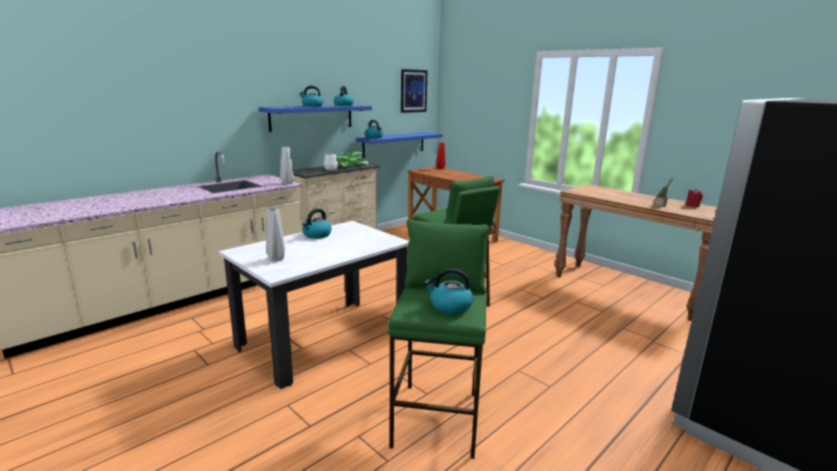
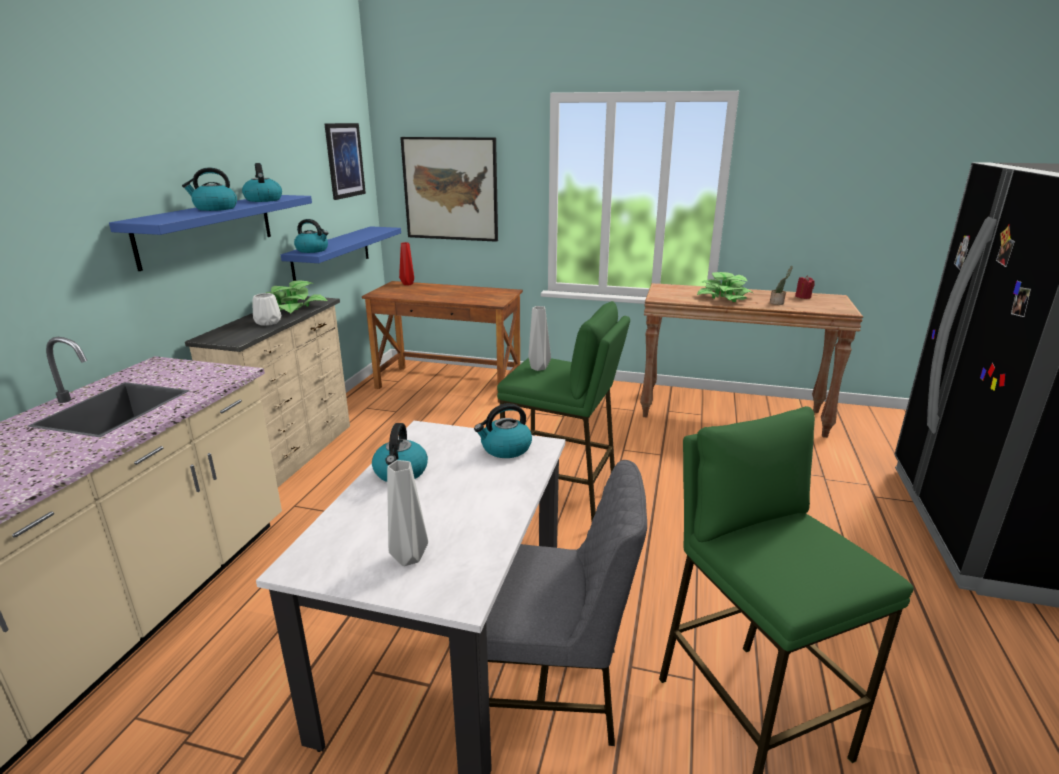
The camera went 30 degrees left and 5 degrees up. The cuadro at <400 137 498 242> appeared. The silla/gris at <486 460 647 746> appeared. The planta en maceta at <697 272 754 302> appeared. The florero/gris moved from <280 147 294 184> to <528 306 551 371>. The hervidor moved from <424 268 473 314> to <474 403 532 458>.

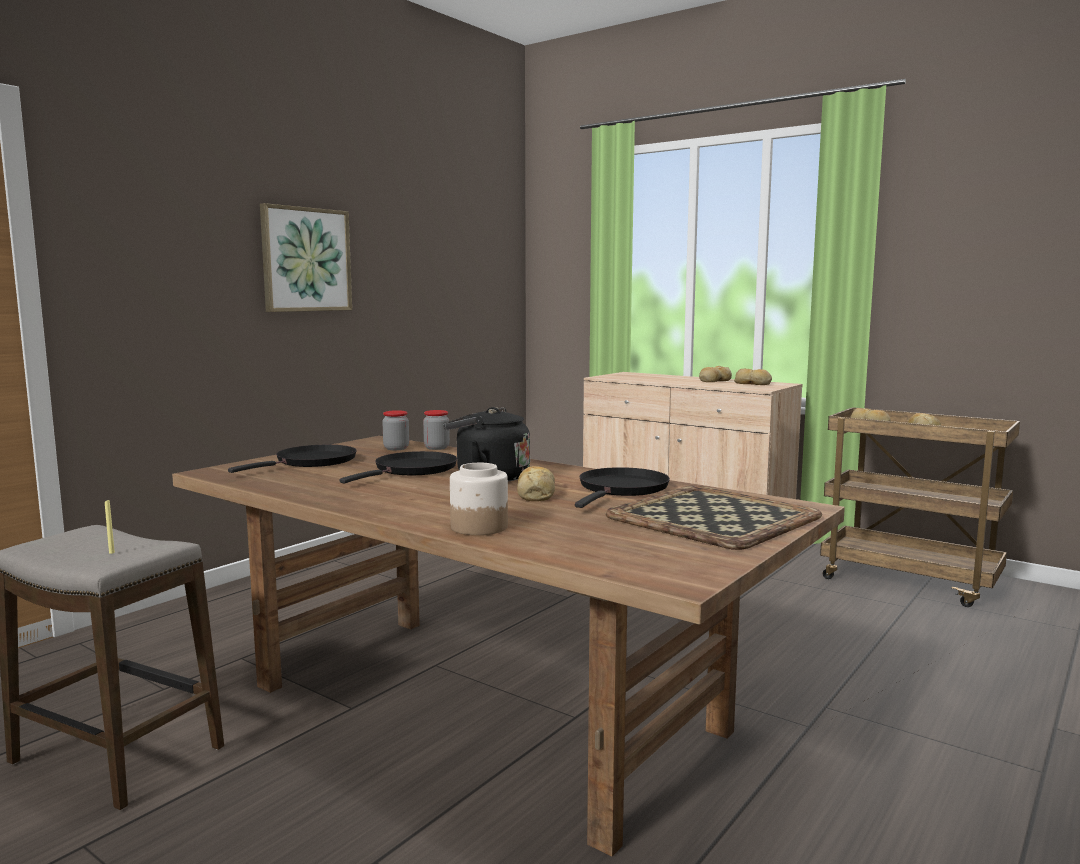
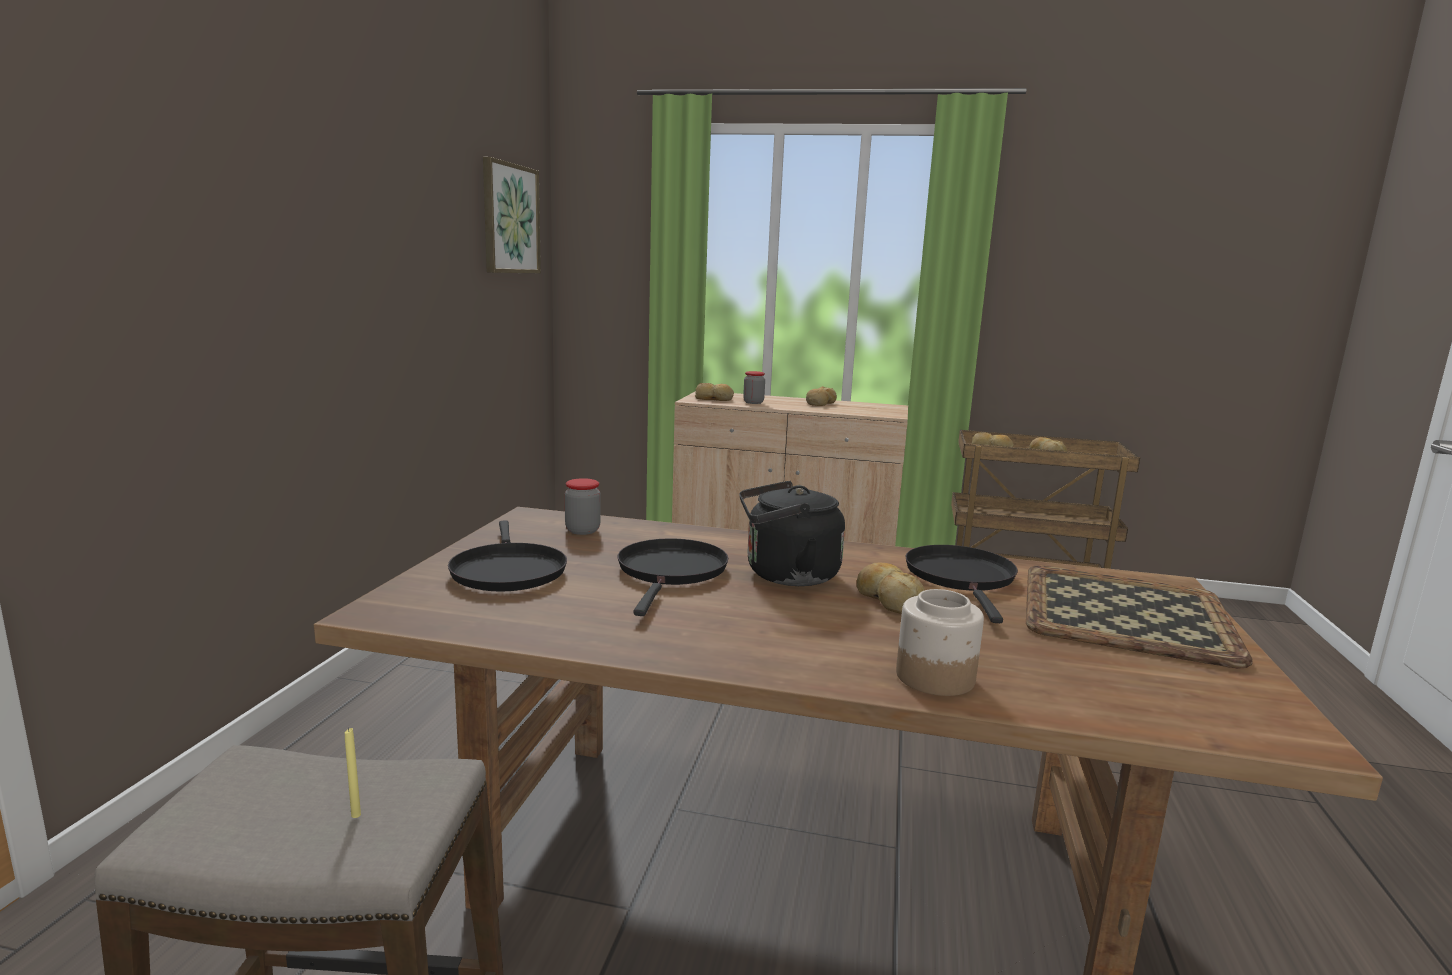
The camera went 25 degrees left and 5 degrees up. The cuadro moved from <260 203 352 312> to <483 157 541 273>. The tarro moved from <423 410 450 450> to <743 371 765 404>. The pan moved from <734 369 772 385> to <695 383 734 401>. The sartén/negro at <228 445 357 473> turned 150 degrees clockwise.

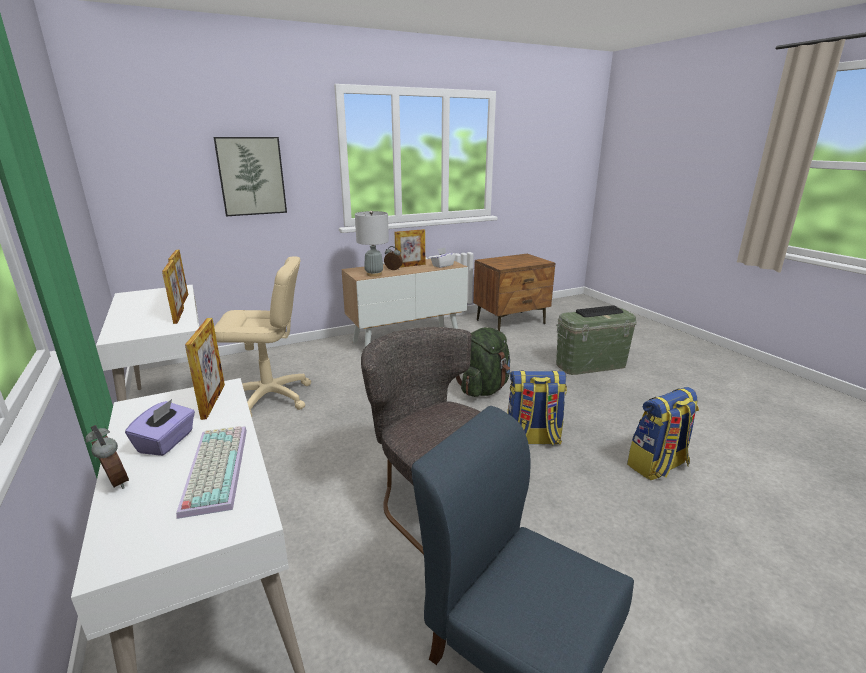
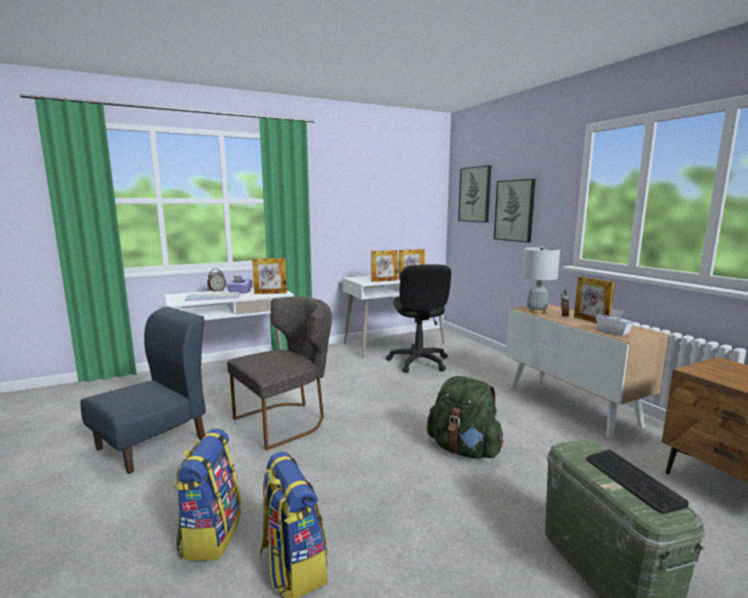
The camera went 90 degrees right and 10 degrees down. The cuadro at <458 165 491 223> appeared. The mochila moved from <507 371 567 445> to <174 429 241 561>. The silla de oficina/beis at <214 256 311 417> became the silla de oficina/negro at <386 264 452 373>.

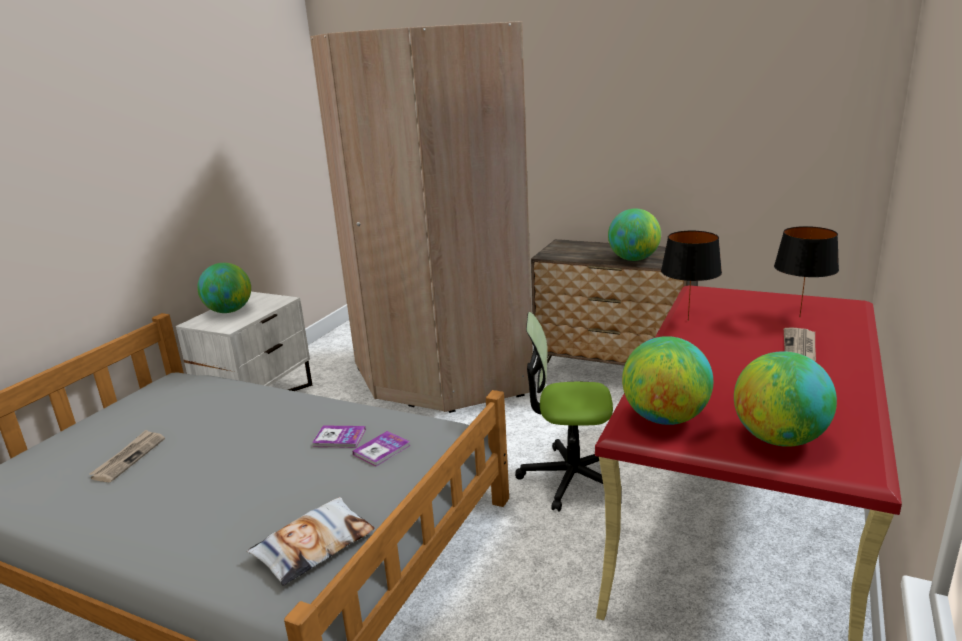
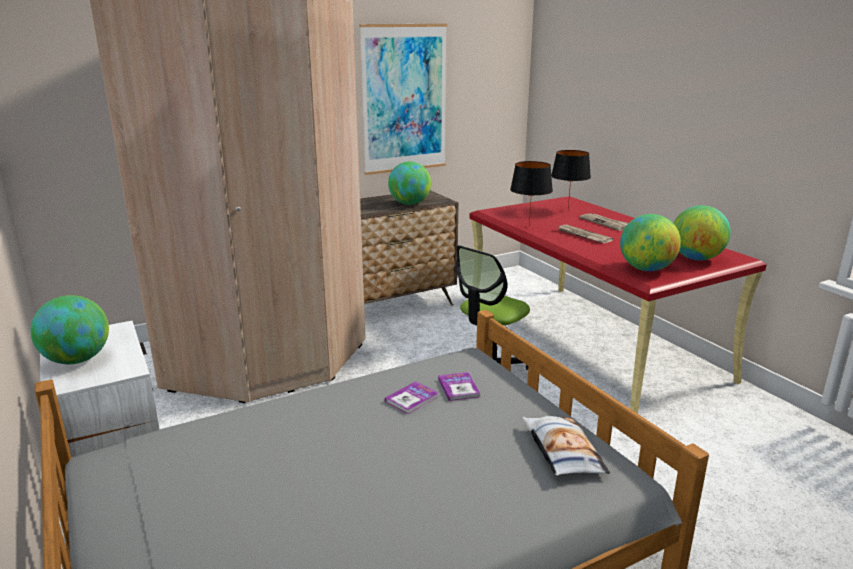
The camera went 55 degrees left and 0 degrees up. The cuadro at <359 24 447 175> appeared. The periódico moved from <89 430 165 482> to <558 225 613 243>.

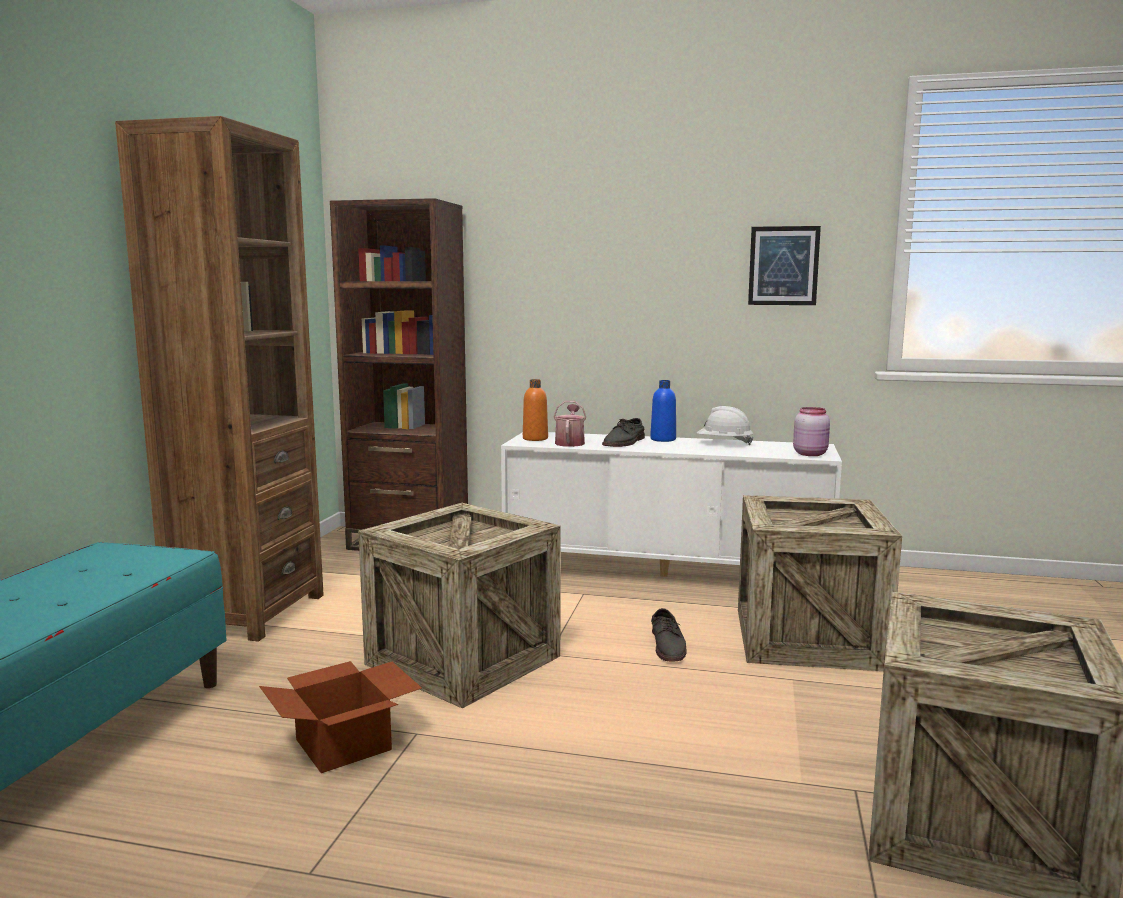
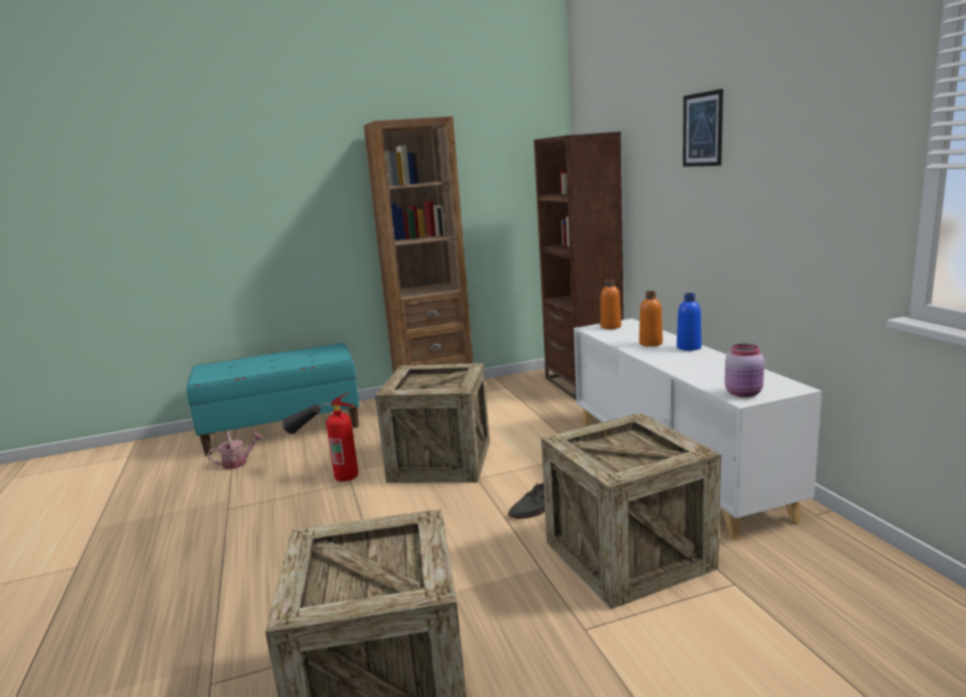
The camera went 60 degrees right and 5 degrees up. The casco/blanco at <697 406 754 445> disappeared. The regadera moved from <553 401 586 447> to <207 432 263 469>. The cuadro moved from <748 226 821 305> to <683 89 723 167>. The caja de cartón at <259 661 422 773> was replaced by the extintor at <282 393 358 482>. The zapato/gris at <602 418 645 447> was replaced by the botella/naranja at <639 291 663 347>.

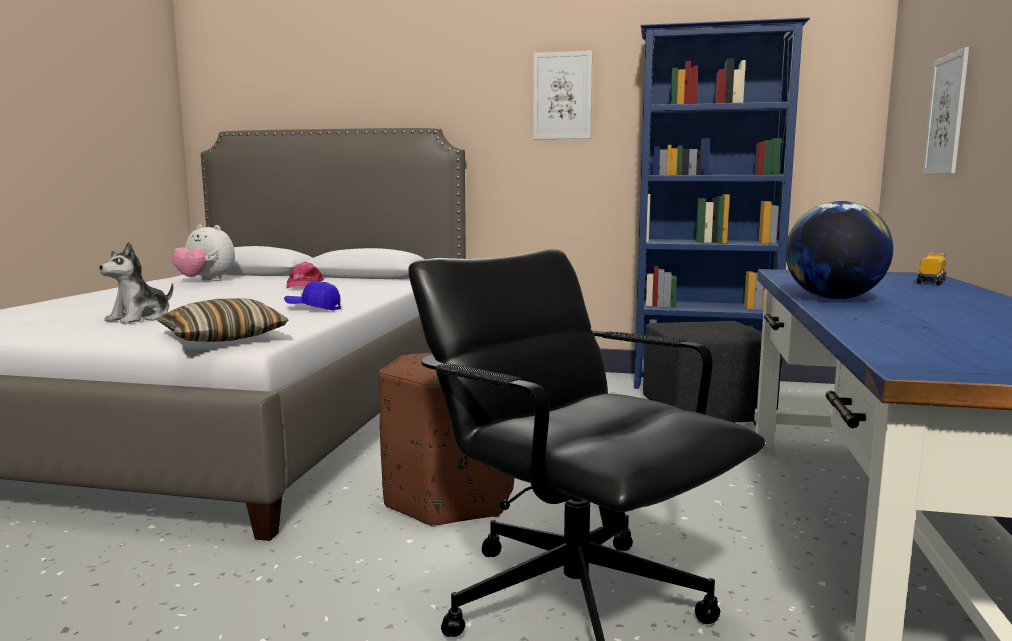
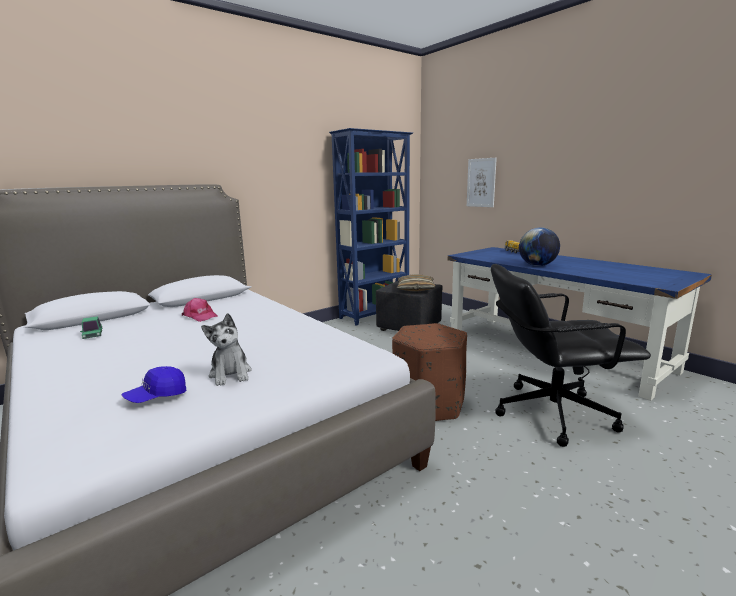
The camera went 50 degrees left and 5 degrees up. The cuadro at <533 51 592 139> disappeared. The cojín moved from <156 298 288 342> to <397 274 436 292>. The gorra/azul moved from <284 280 341 311> to <122 366 186 403>. The peluche at <172 225 235 281> was replaced by the coche de juguete at <80 316 102 339>.

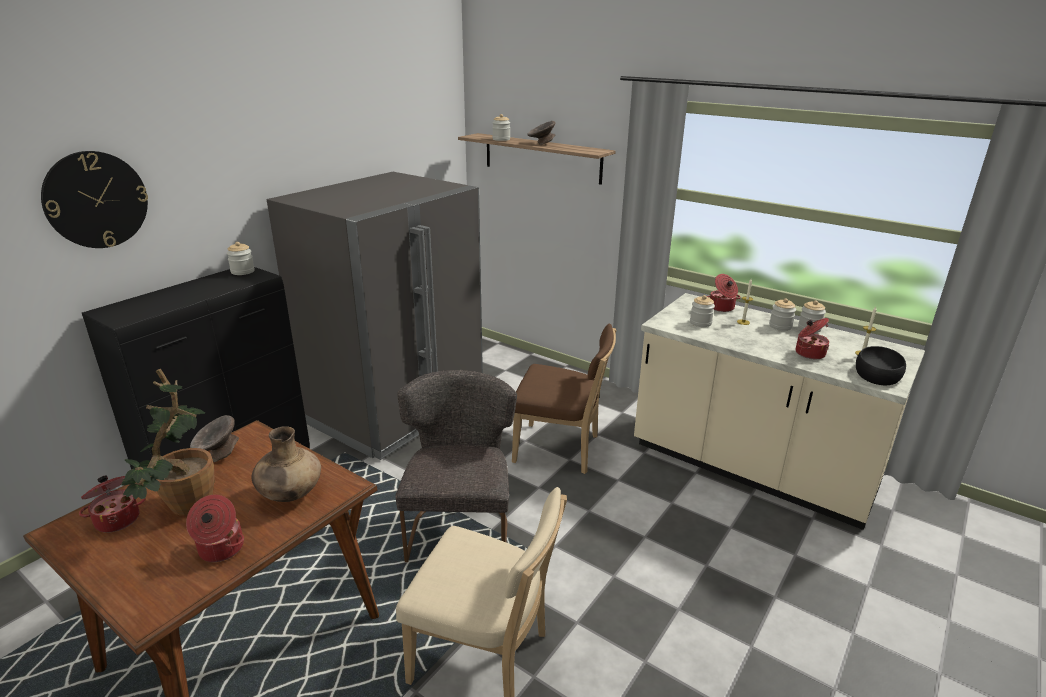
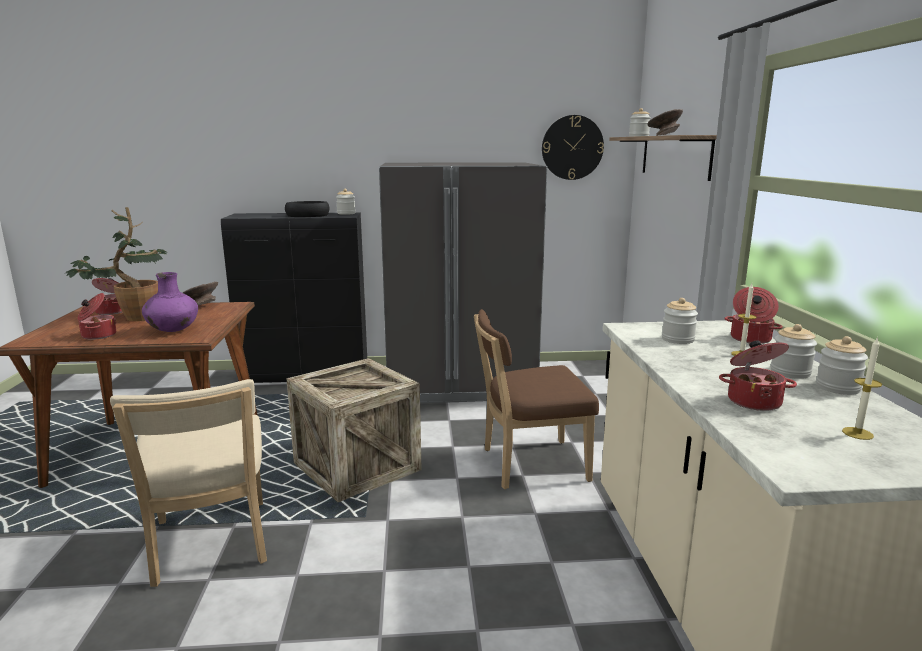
The camera went 50 degrees right and 10 degrees down. The reloj de pared moved from <41 151 148 248> to <542 115 604 180>. The cuenco/negro moved from <856 346 906 385> to <285 201 329 217>. The silla/gris at <395 370 517 562> was replaced by the caja de embalaje at <286 358 422 502>. The florero/marrón at <251 426 321 502> became the florero/morado at <142 272 198 332>. The silla/marrón at <512 323 616 474> turned 105 degrees clockwise.

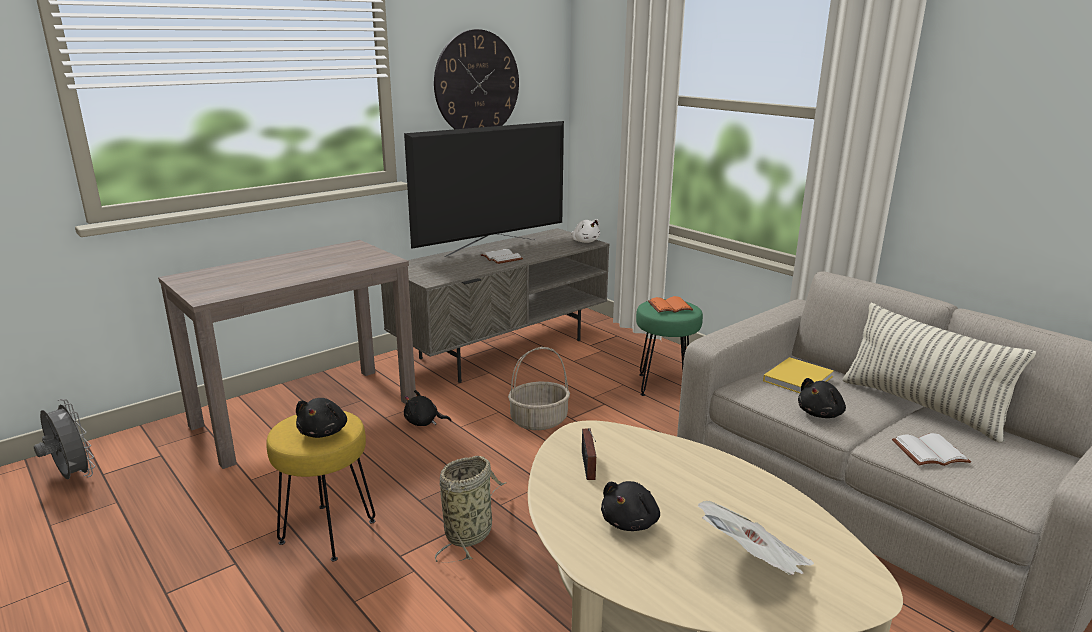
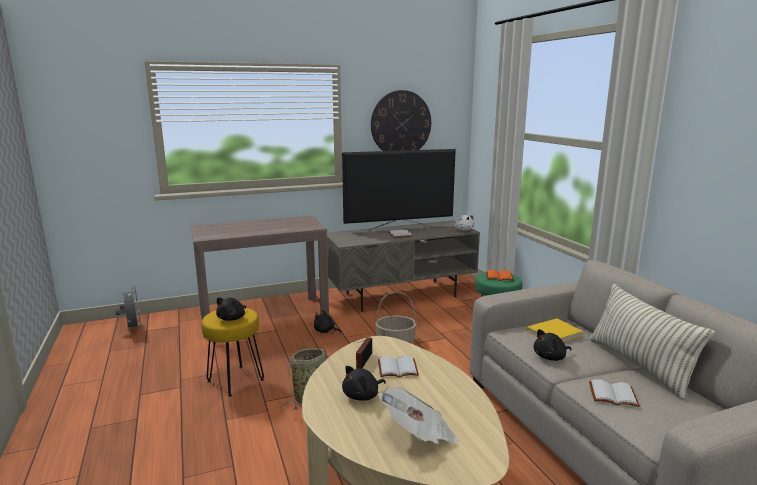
The camera went 20 degrees right and 5 degrees down. The libro/blanco at <378 356 419 378> appeared.

